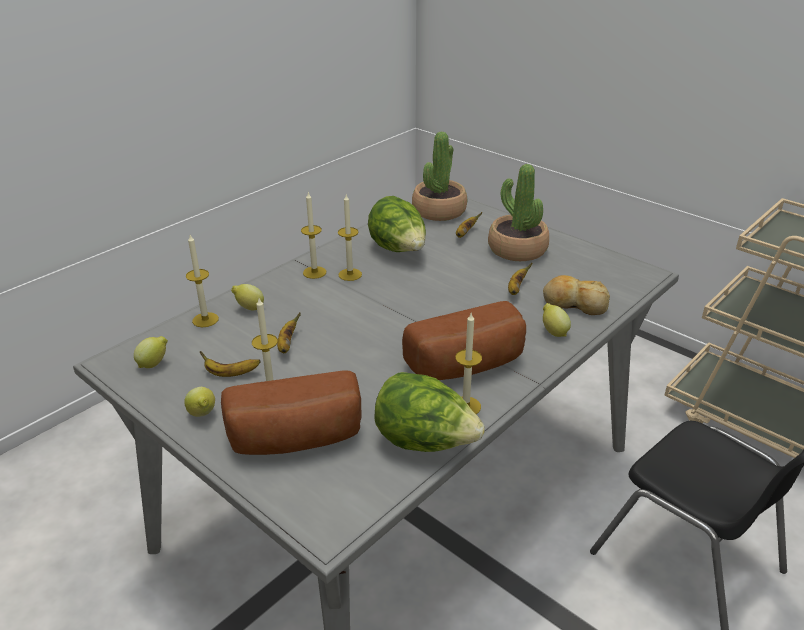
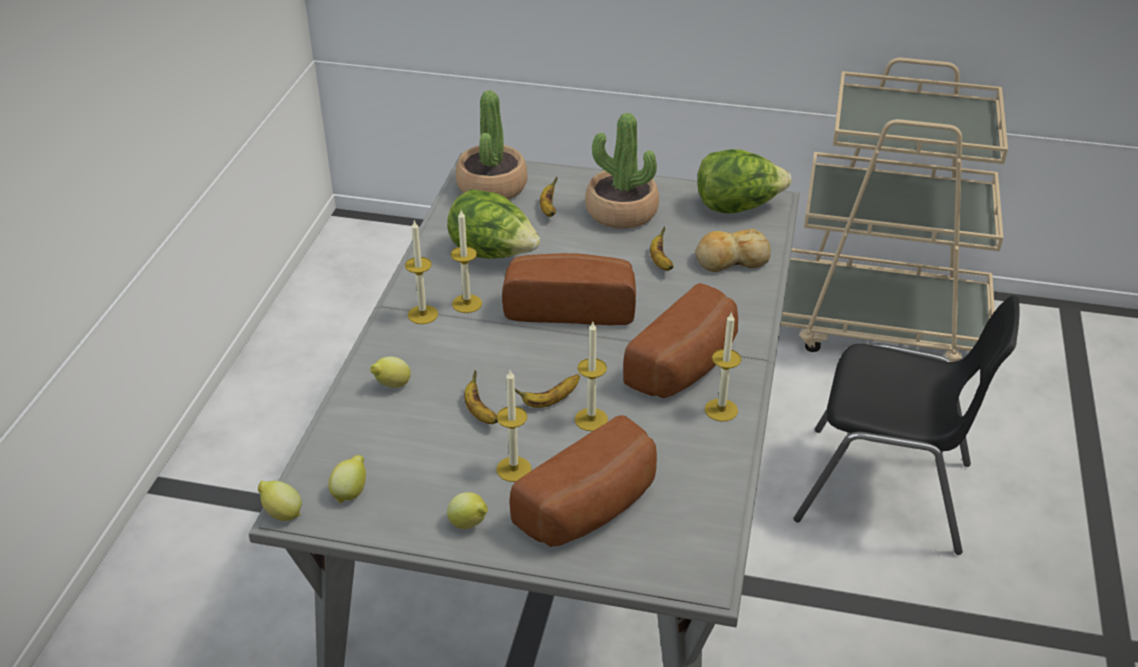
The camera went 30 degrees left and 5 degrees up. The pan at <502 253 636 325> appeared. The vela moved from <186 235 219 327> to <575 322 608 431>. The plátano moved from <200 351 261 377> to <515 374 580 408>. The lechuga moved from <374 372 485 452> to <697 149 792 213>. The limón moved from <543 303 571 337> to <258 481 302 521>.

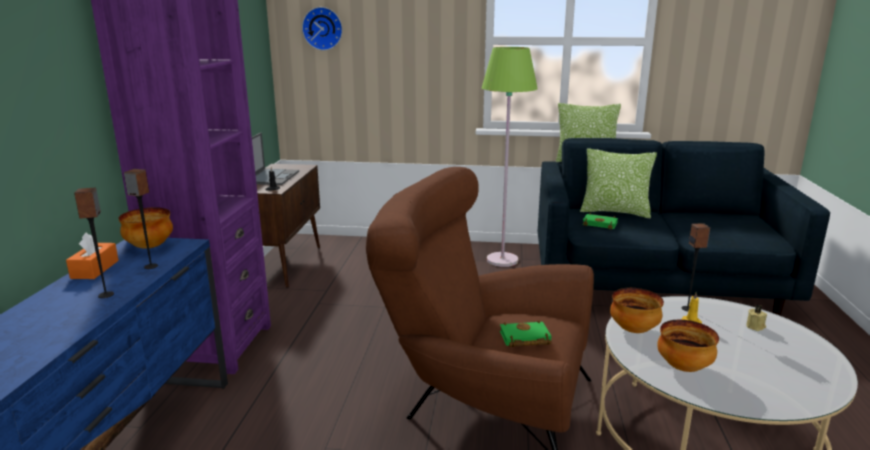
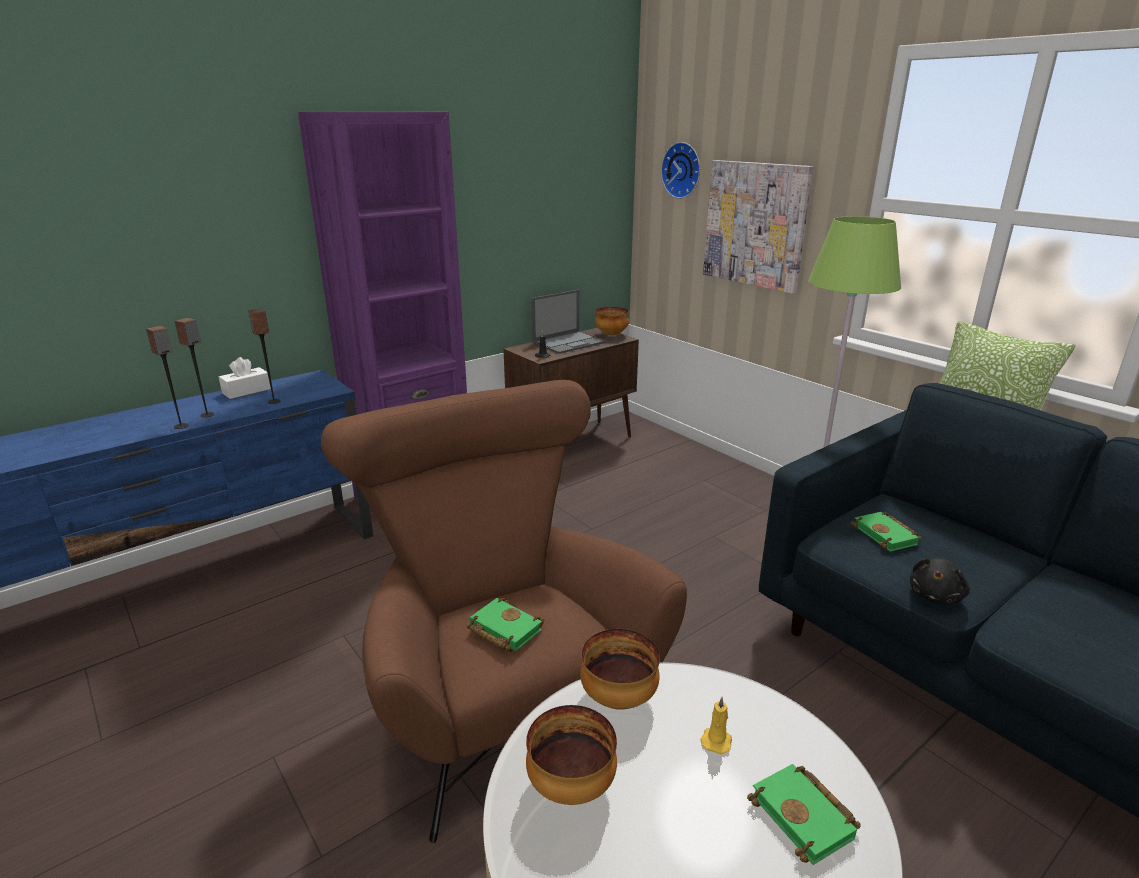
The camera went 45 degrees right and 5 degrees up. The cojín at <580 148 657 218> disappeared. The cuadro at <703 160 813 294> appeared. The peluche/negro at <910 558 970 604> appeared. The cuenco moved from <119 207 173 249> to <595 307 629 335>. The altavoz moved from <682 223 710 311> to <146 326 188 429>. The vela/beis at <746 305 767 331> was replaced by the libro/verde at <747 764 861 865>. The caja de pañuelos/naranja at <66 232 119 279> became the caja de pañuelos/blanco at <219 357 271 399>.

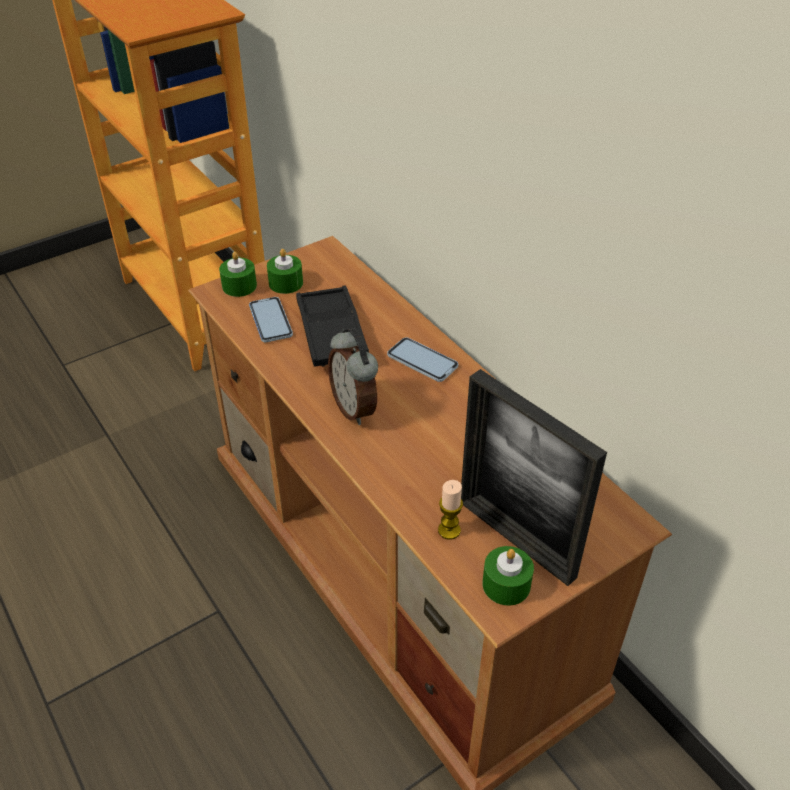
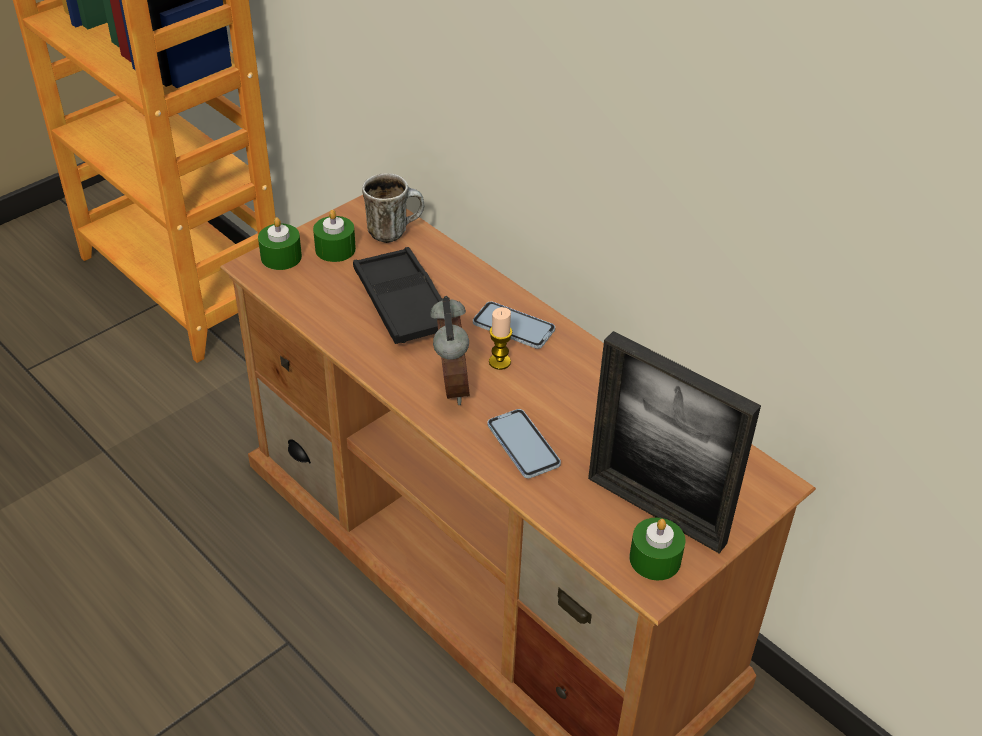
The camera went 10 degrees left and 0 degrees up. The taza grande at <362 173 424 243> appeared. The móvil moved from <249 297 293 342> to <487 409 561 478>. The vela moved from <438 480 463 540> to <489 307 512 370>. The despertador at <328 328 378 425> turned 150 degrees counterclockwise.

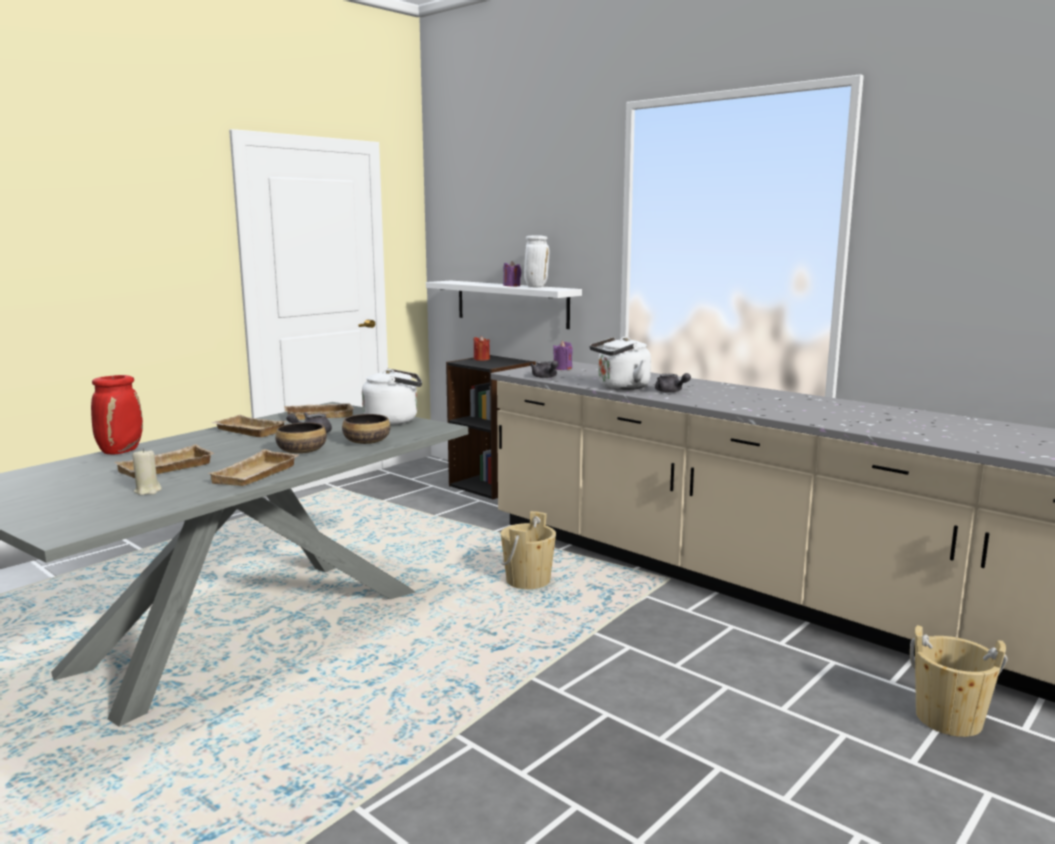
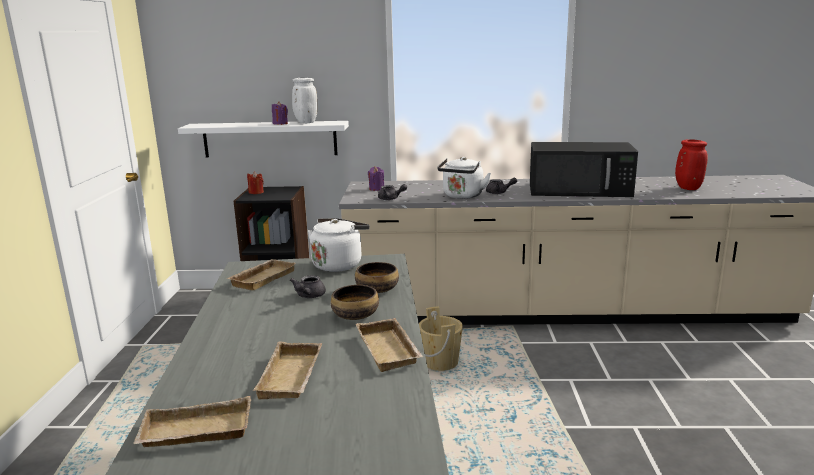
The camera went 40 degrees left and 5 degrees up. The vela/beis at <132 448 162 495> disappeared. The cubo/beis at <910 625 1007 737> disappeared. The microondas/negro at <530 142 638 197> appeared. The florero/rojo moved from <91 375 143 454> to <675 139 708 190>. The bandeja/beis moved from <212 415 286 437> to <133 396 251 447>.

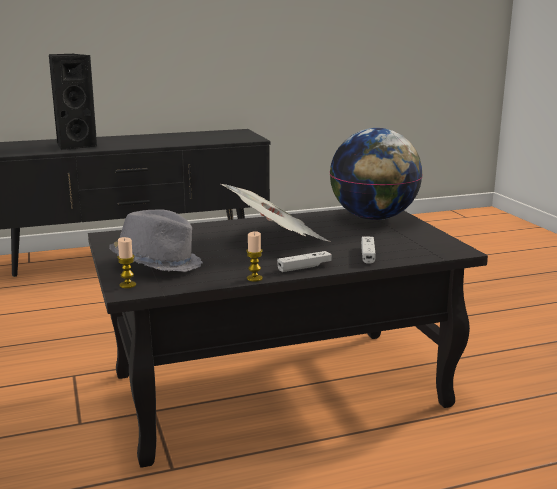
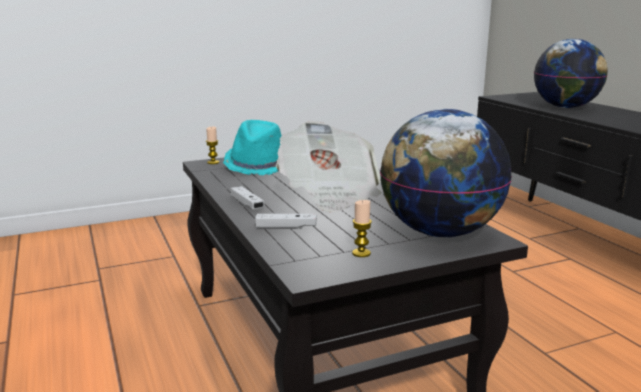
The camera went 85 degrees right and 0 degrees up. The vela moved from <246 231 263 282> to <352 200 372 257>. The altavoz/negro at <49 54 97 150> was replaced by the globo terráqueo at <534 39 608 108>. The sombrero/gris at <109 209 203 272> became the sombrero/turquesa at <223 120 282 175>.

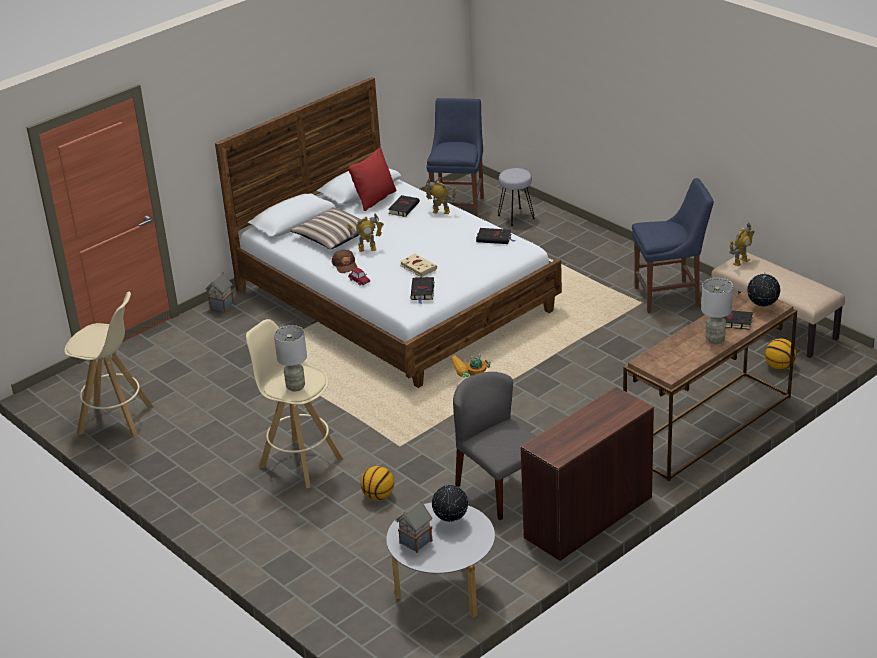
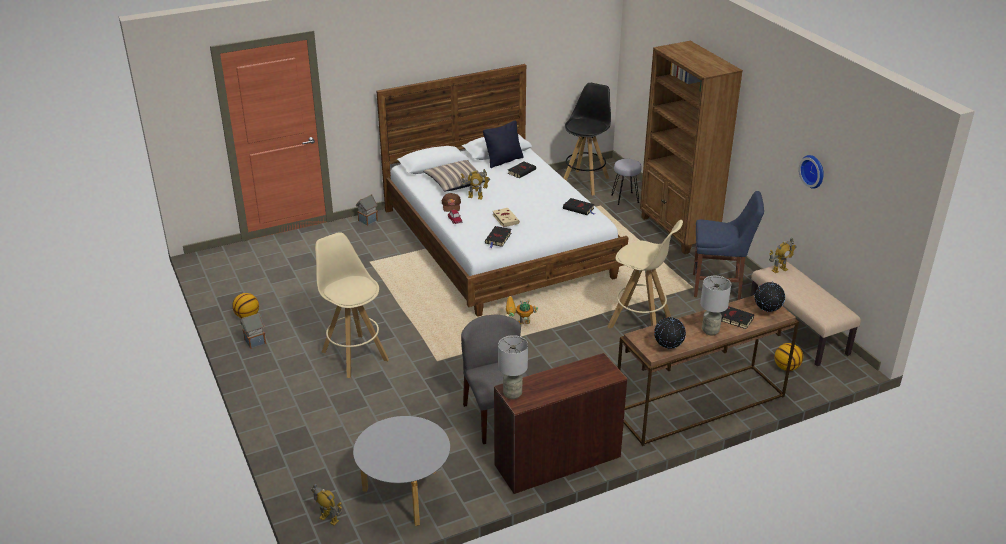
The camera went 15 degrees right and 0 degrees up. The estantería/marrón at <640 41 743 254> appeared. The reloj de pared at <799 155 824 189> appeared. The taburete/beis moved from <64 292 153 438> to <607 220 683 328>. The lámpara de mesa/gris moved from <274 325 307 392> to <498 335 528 399>. The balón de baloncesto moved from <361 466 394 500> to <232 293 259 318>. The casita moved from <396 501 433 553> to <240 313 266 349>. The robot de juguete moved from <423 179 457 214> to <311 483 342 526>. The globo terráqueo moved from <432 485 468 522> to <654 317 686 350>. The silla/azul at <427 98 484 217> was replaced by the taburete/negro at <564 83 611 196>. The cojín/rojo at <348 148 396 211> became the cojín/negro at <483 120 524 168>.

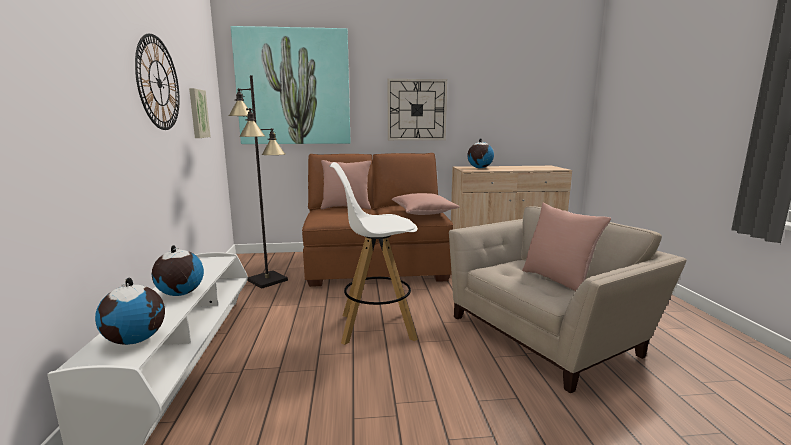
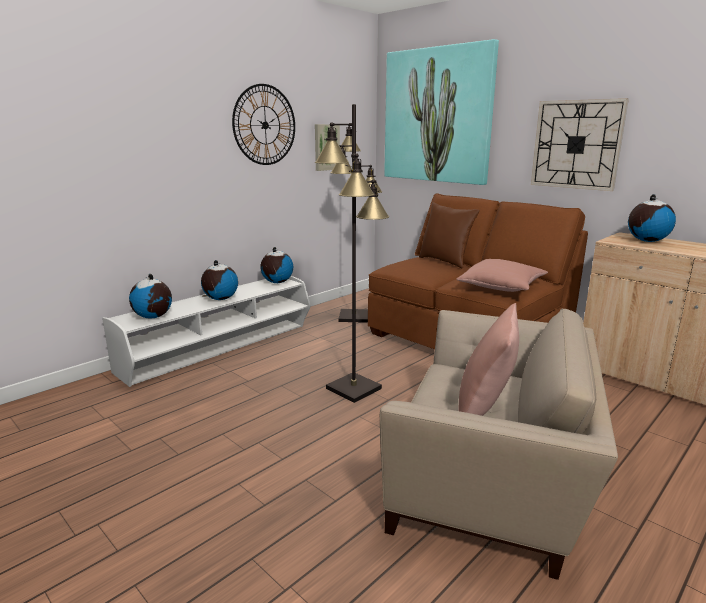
The camera went 50 degrees right and 5 degrees up. The globo terráqueo at <260 247 293 283> appeared. The taburete/blanco at <329 162 418 345> was replaced by the lámpara de pie/negro at <315 104 389 403>. The cojín/rosa at <321 160 371 209> became the cojín/marrón at <419 202 480 269>.

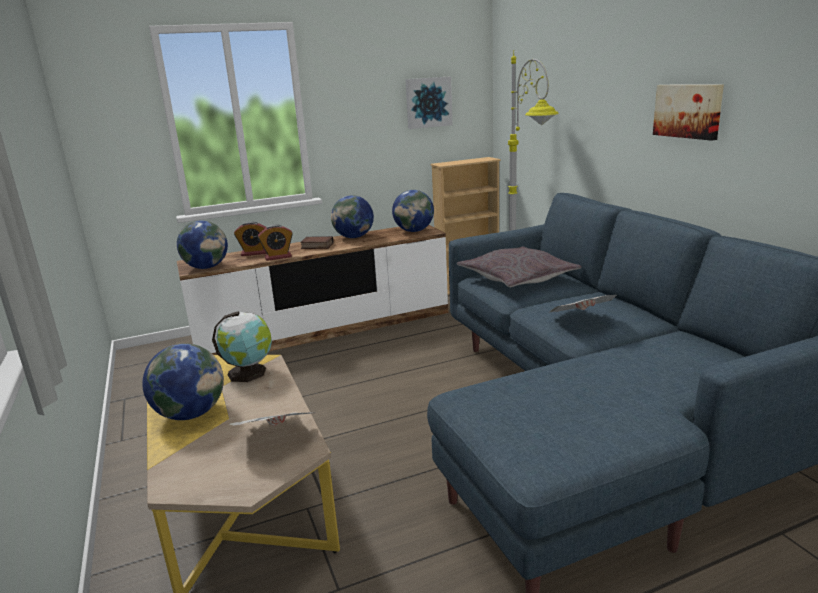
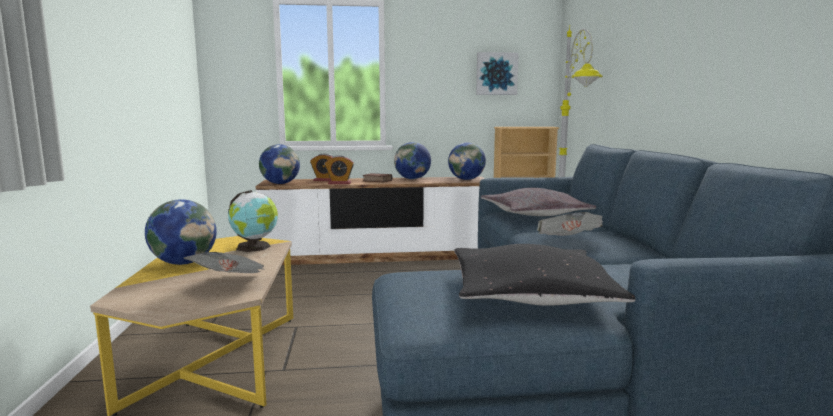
The camera went 15 degrees right and 10 degrees down. The cuadro at <653 85 724 141> disappeared. The cojín/negro at <454 244 635 306> appeared.

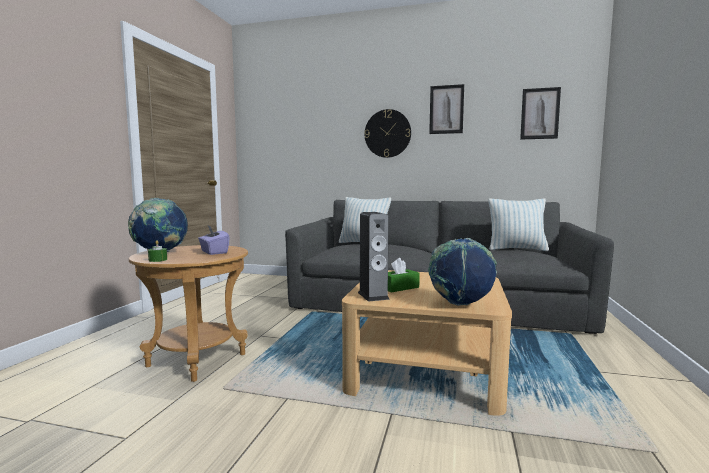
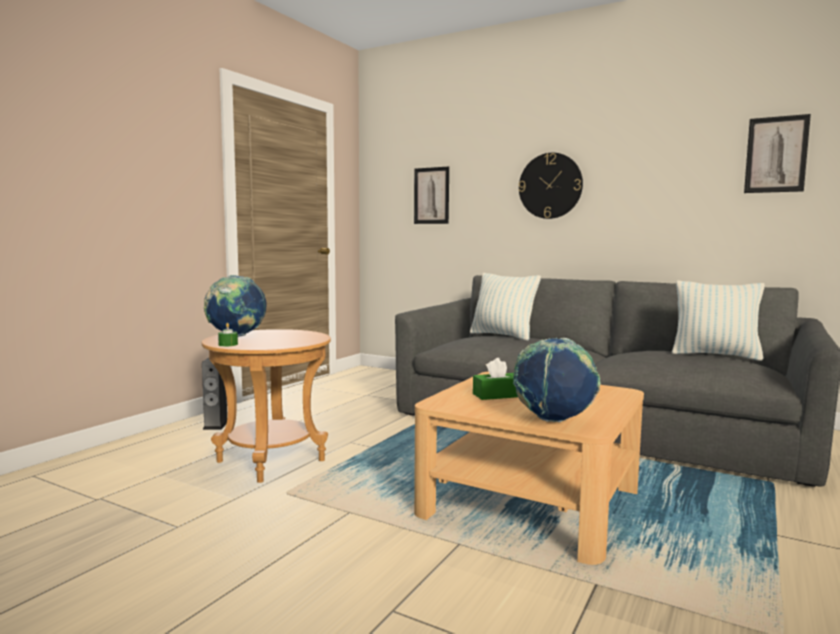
The camera went 15 degrees right and 0 degrees up. The caja de pañuelos/morado at <198 226 230 255> disappeared. The altavoz moved from <358 212 390 302> to <202 358 227 430>. The cuadro moved from <429 84 464 134> to <414 166 449 224>.

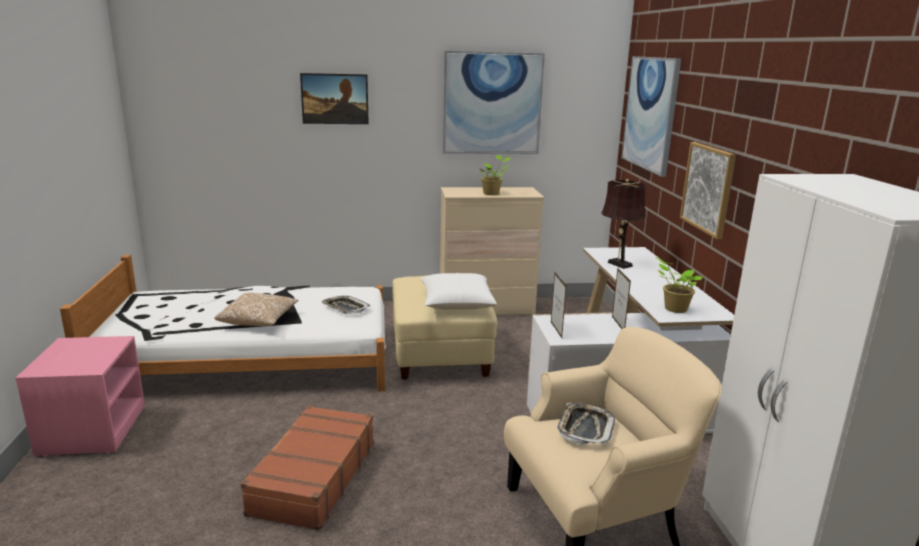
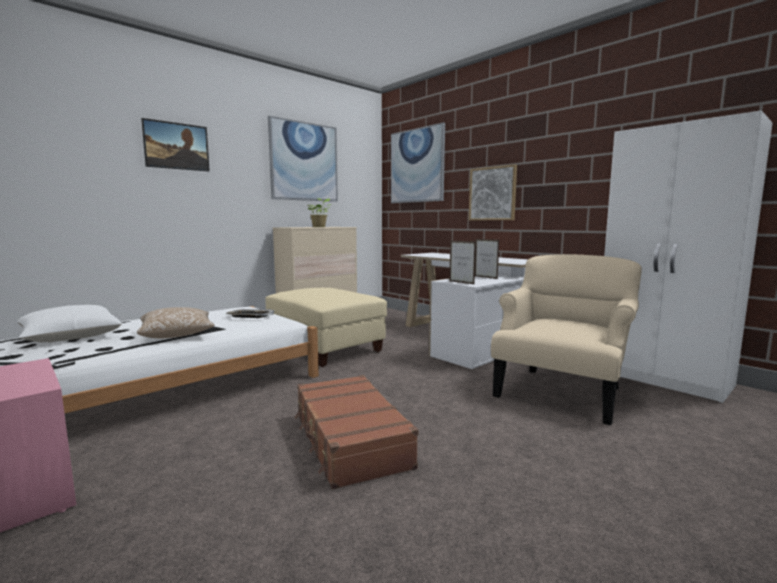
The camera went 35 degrees left and 10 degrees down. The bandeja at <557 403 615 444> disappeared. The lámpara de mesa/marrón at <602 179 646 269> disappeared. The planta en maceta at <656 257 702 313> disappeared. The cojín/blanco moved from <421 273 497 310> to <17 305 122 342>.

